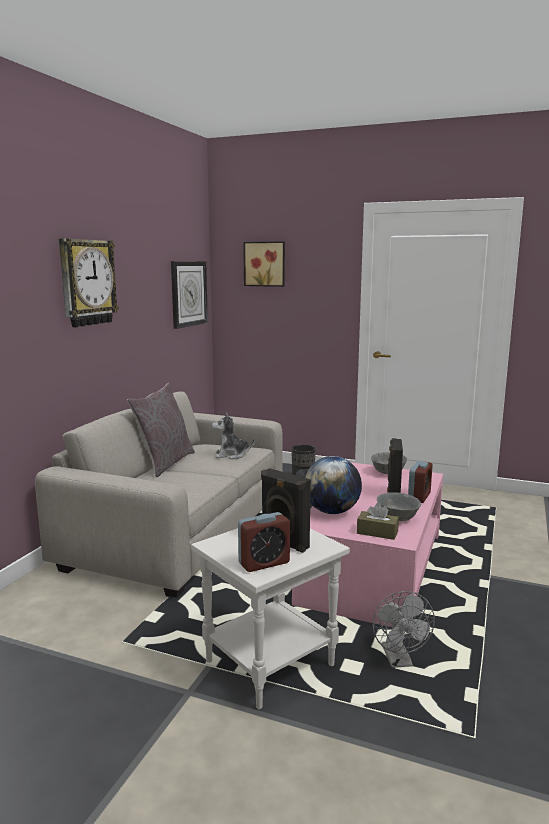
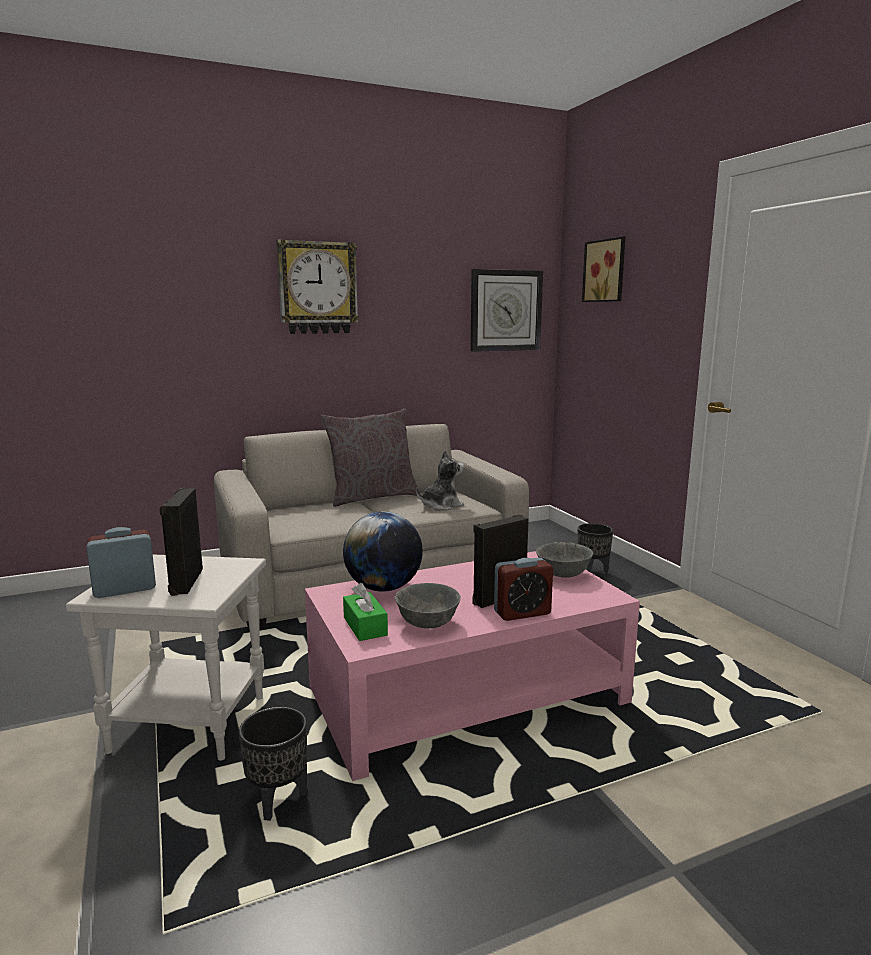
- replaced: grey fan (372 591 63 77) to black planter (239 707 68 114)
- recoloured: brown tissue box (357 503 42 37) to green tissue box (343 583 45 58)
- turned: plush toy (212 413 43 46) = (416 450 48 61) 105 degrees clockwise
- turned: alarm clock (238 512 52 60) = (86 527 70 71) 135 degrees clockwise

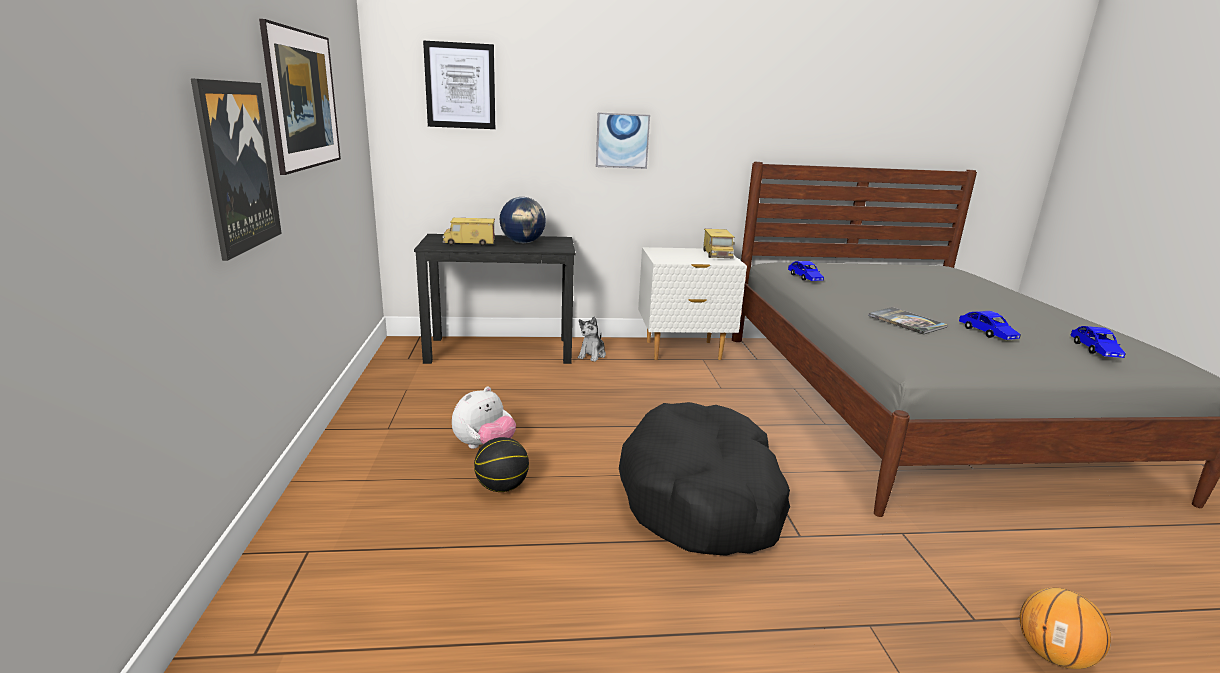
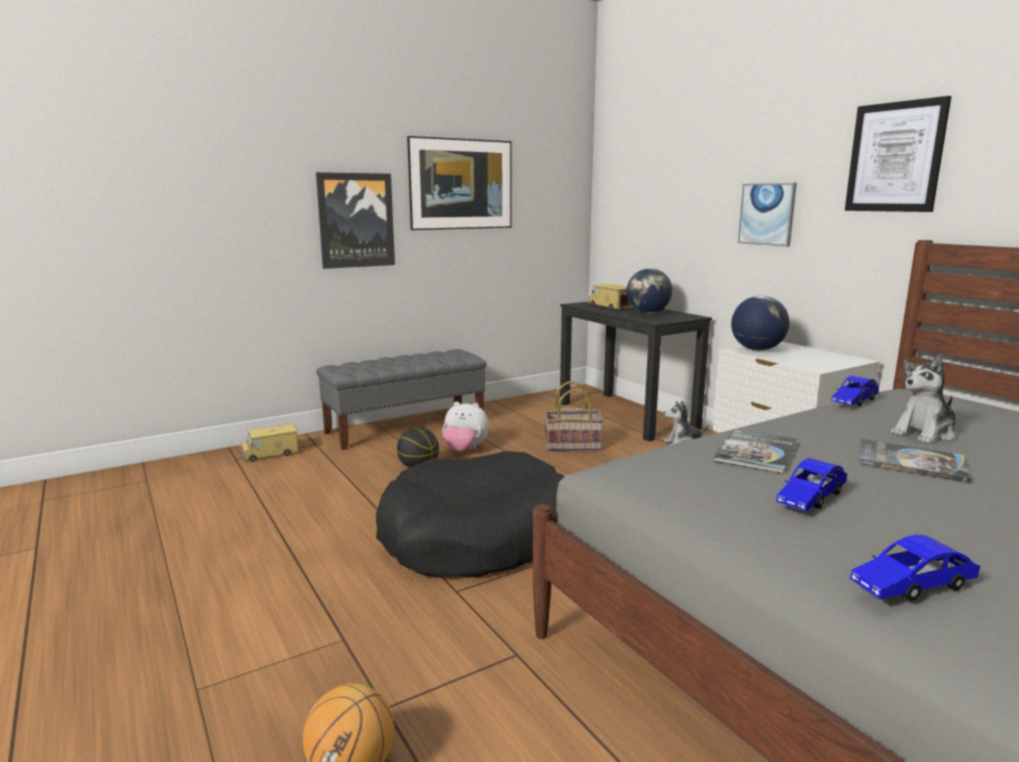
- added: grey bench (316 349 171 101)
- added: basket (544 381 60 70)
- added: globe (731 296 58 55)
- added: book (859 438 113 45)
- added: plush toy (891 355 65 89)
- moved: picture (423 40 72 89) to (845 96 106 116)
- moved: toy truck (703 229 32 30) to (240 424 59 38)

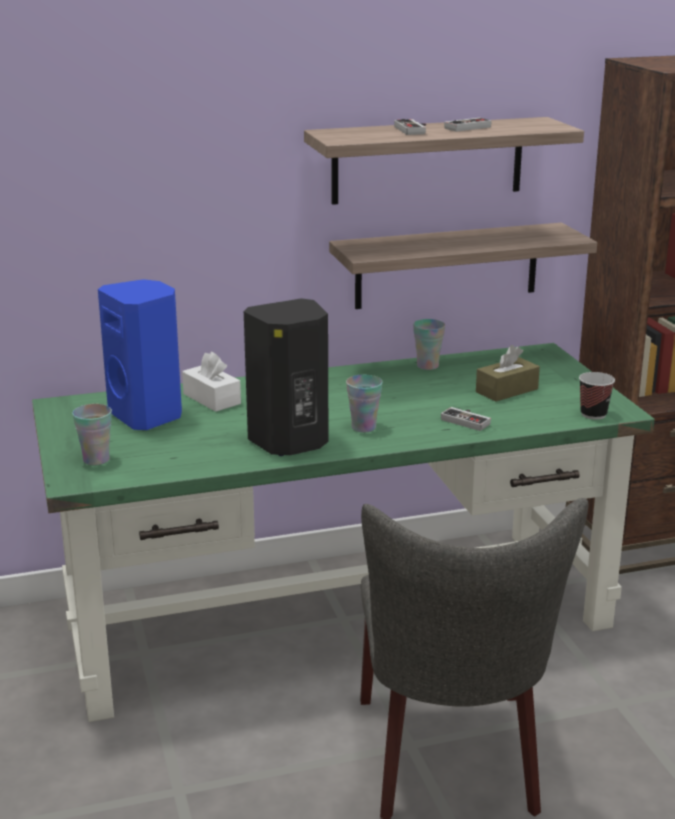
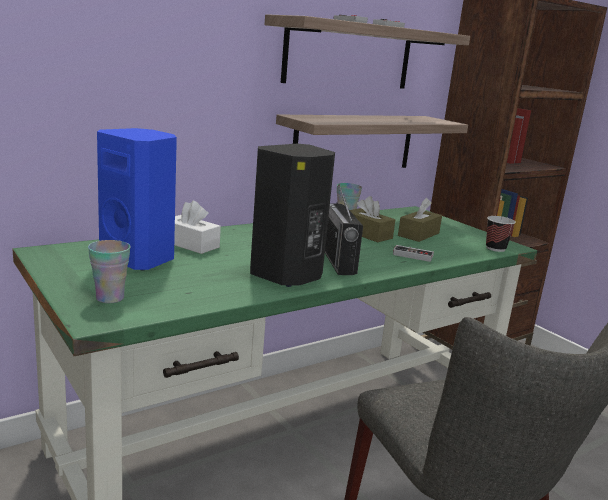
- added: brown tissue box (350 196 45 46)
- replaced: cup (346 375 37 57) to radio (325 185 38 90)

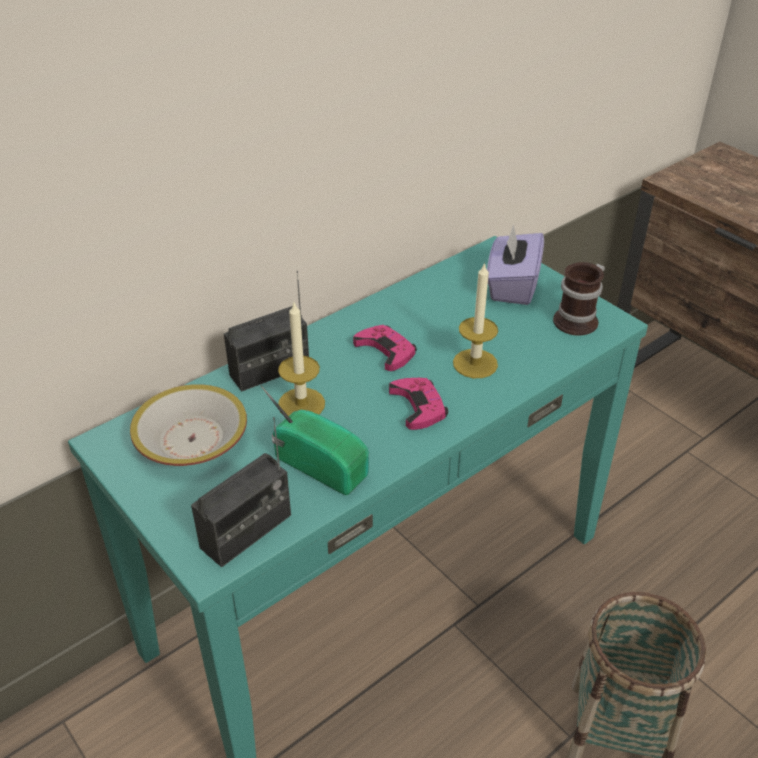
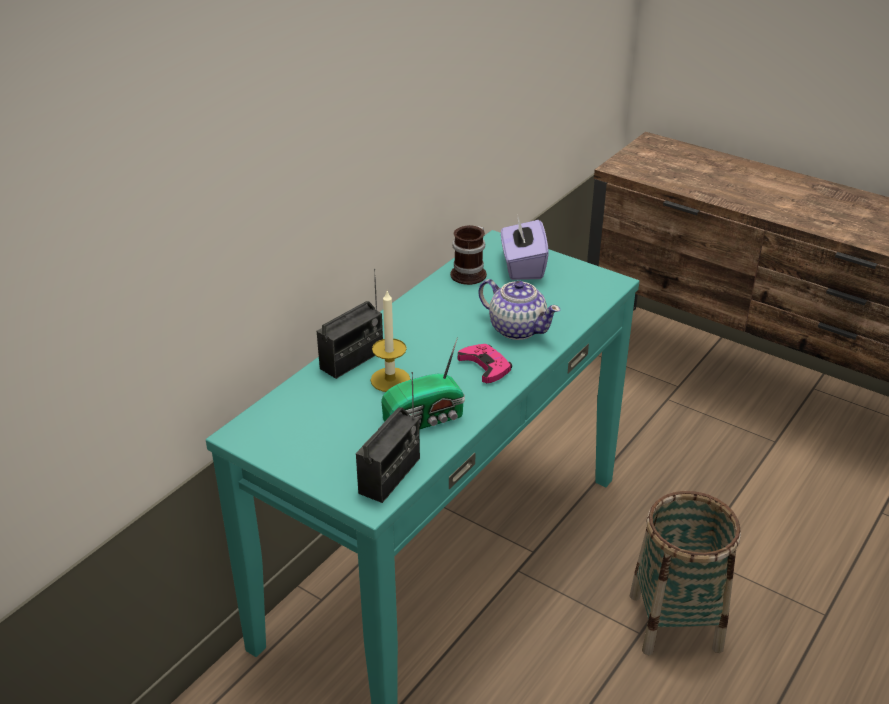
- removed: bowl (130 384 117 82)
- removed: pink game controller (353 325 64 46)
- moved: mug (553 262 52 74) to (450 225 37 60)
- replaced: candle (453 262 45 116) to teapot (479 279 81 61)
- turned: radio (261 386 108 109) = (381 337 84 92) 135 degrees clockwise

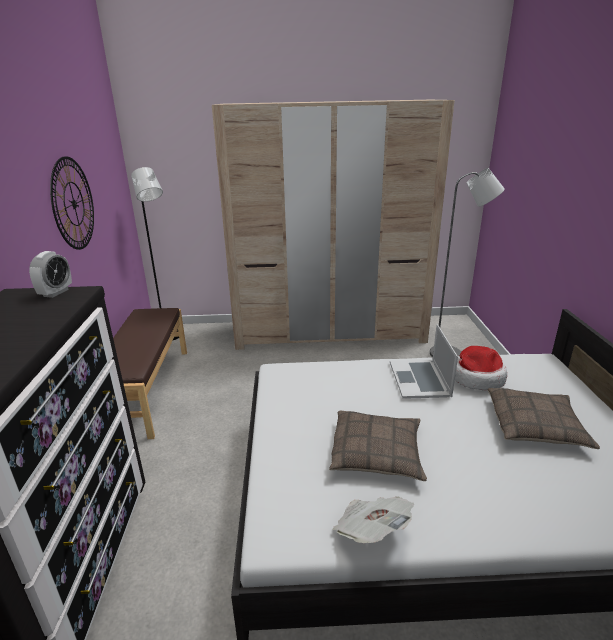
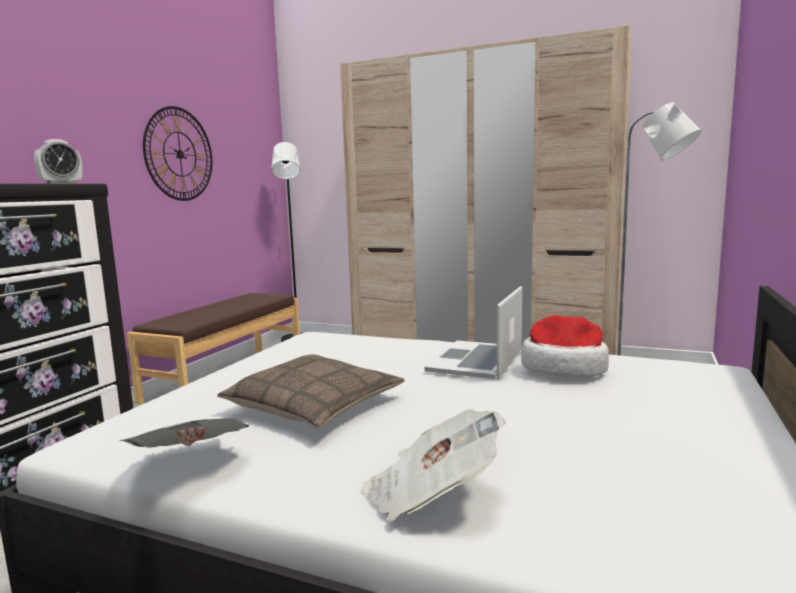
- removed: pillow (488 388 112 61)
- added: newspaper (361 409 145 113)

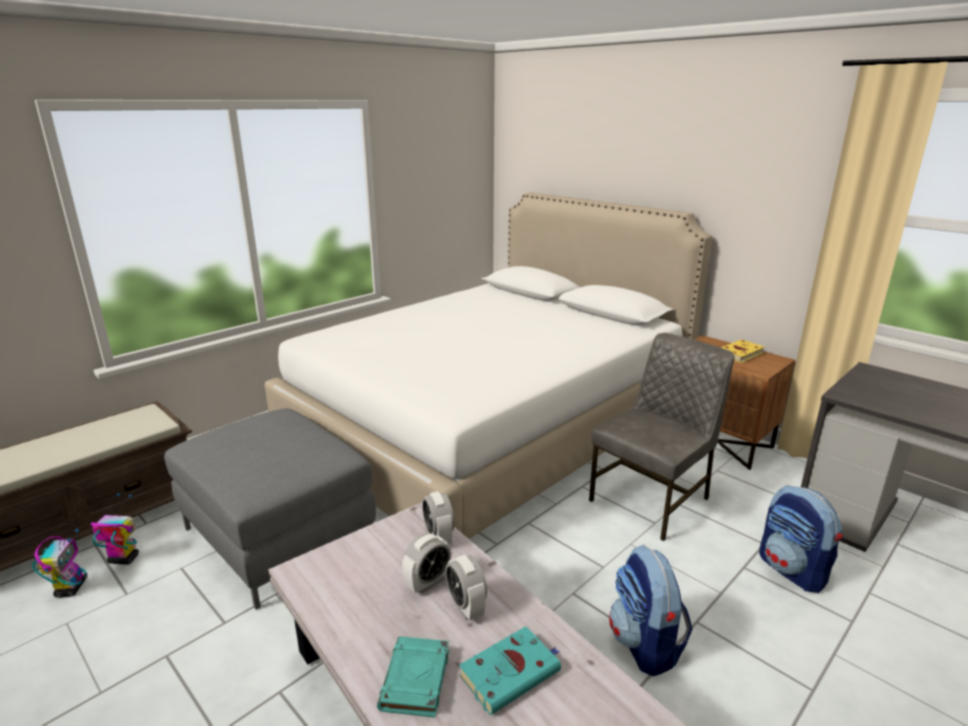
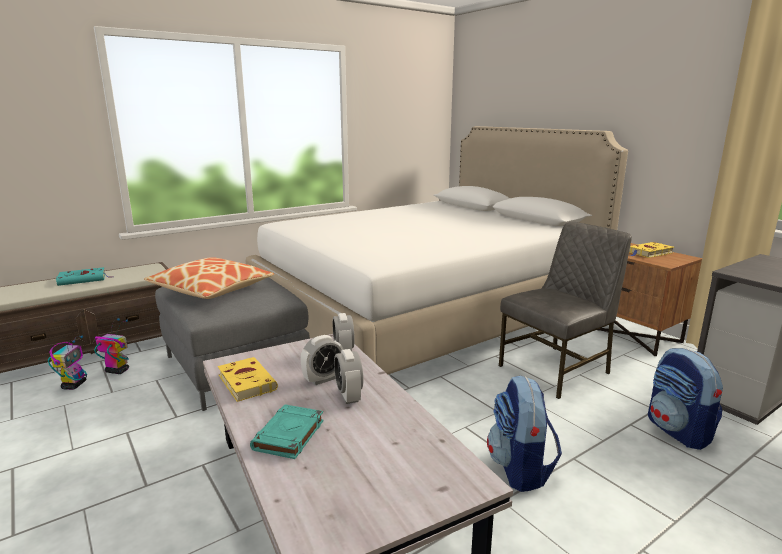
- added: pillow (144 257 130 42)
- added: yellow book (218 357 60 45)
- moved: turquoise book (459 626 102 89) to (56 267 58 19)

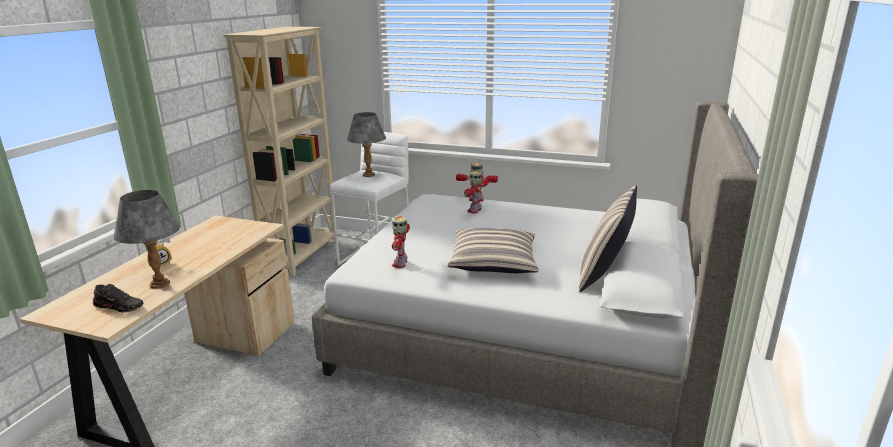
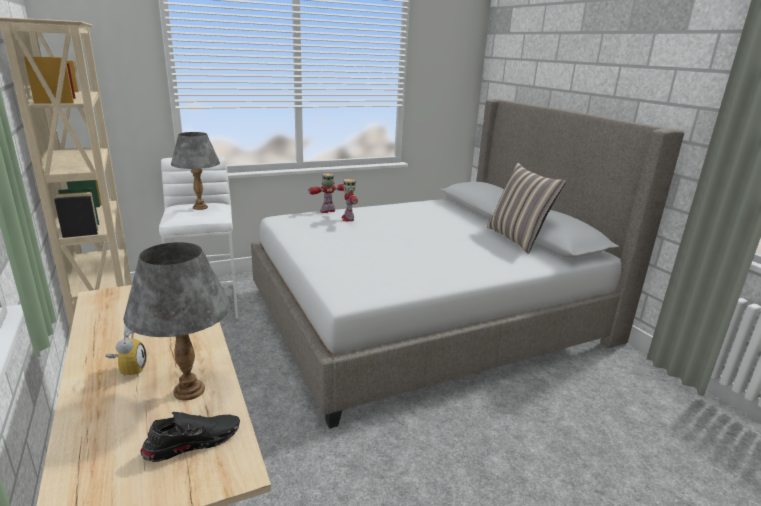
- removed: toy robot (392 217 18 51)
- removed: pillow (448 228 91 45)

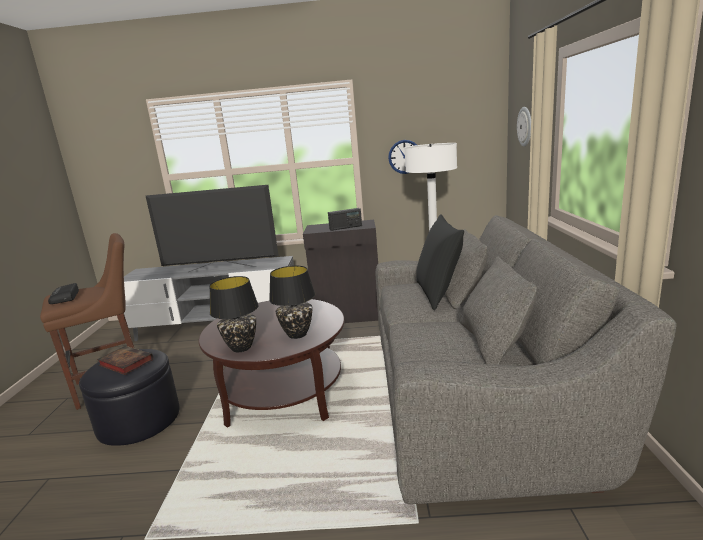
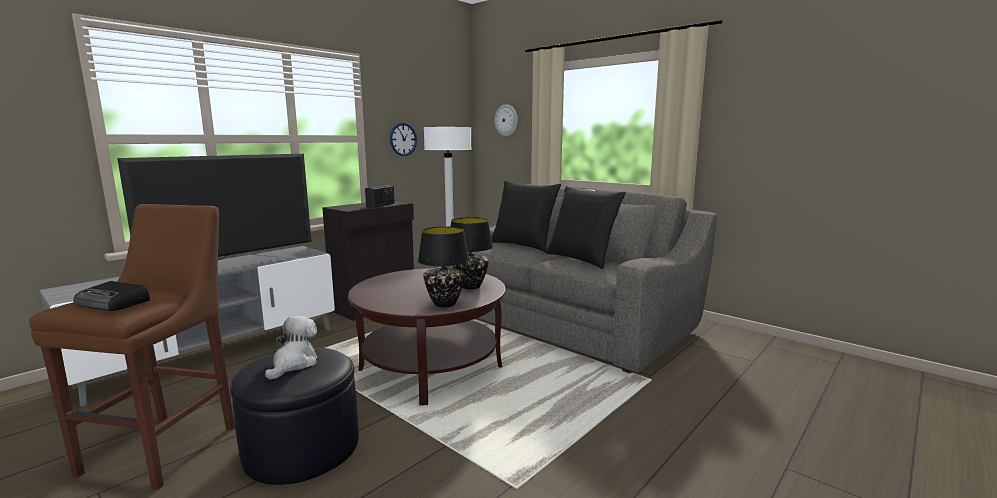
- added: black pillow (546 186 80 83)
- replaced: book (97 346 56 29) to plush toy (265 316 52 64)

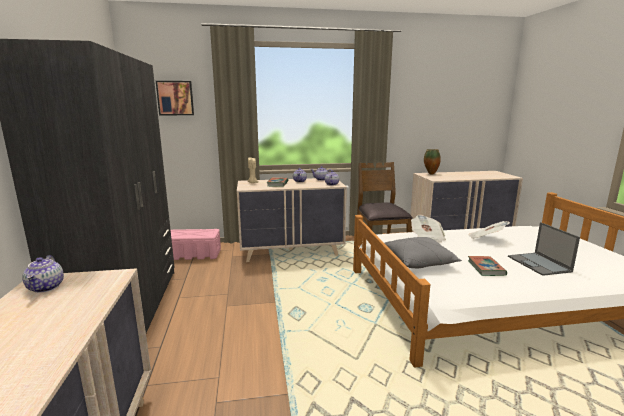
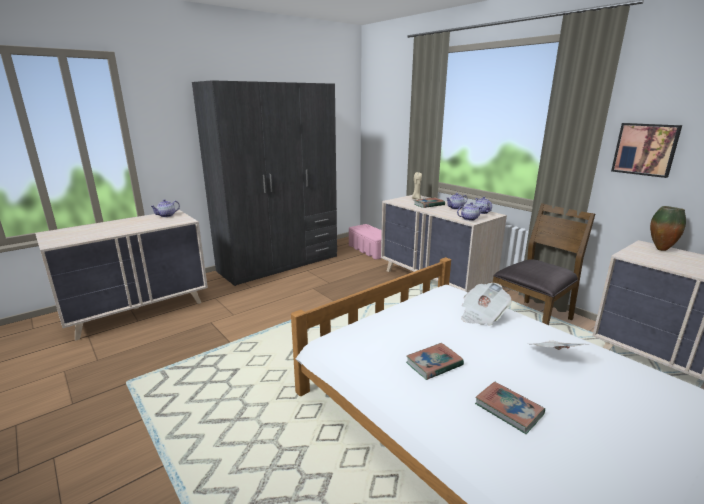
- removed: grey pillow (385 237 77 31)
- moved: picture (156 81 38 34) to (611 123 71 55)
- replaced: laptop (508 222 72 54) to book (475 382 70 52)

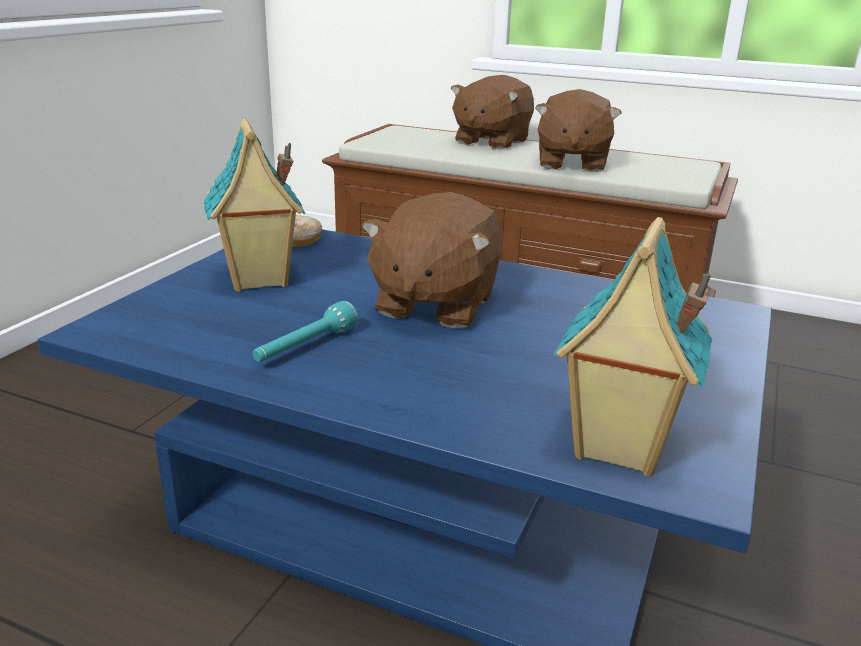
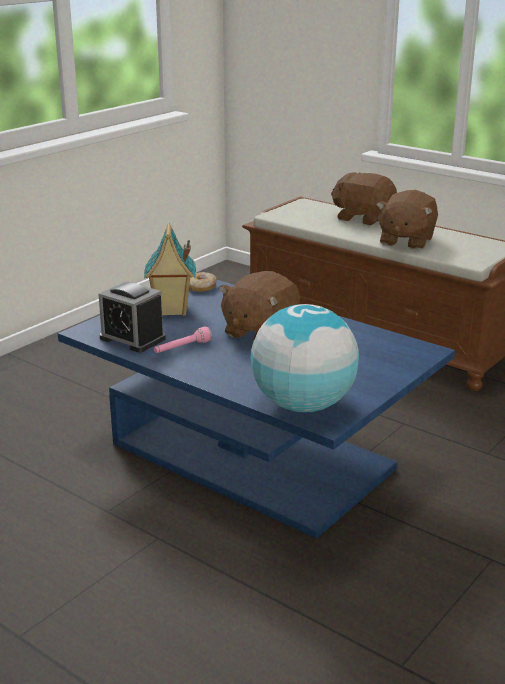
- added: alarm clock (99 281 67 71)
- replaced: toy house (554 217 158 259) to globe (251 304 108 109)
- recoloured: turquoise flashlight (253 301 105 61) to pink flashlight (154 326 58 27)
- turned: brown plush toy (450 75 84 75) = (331 172 66 53) 75 degrees clockwise

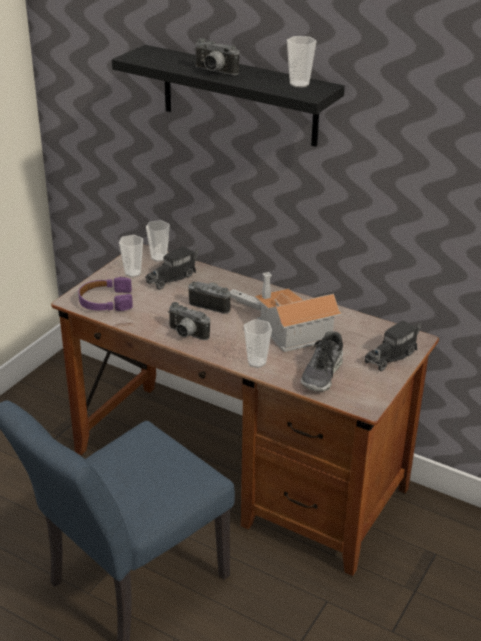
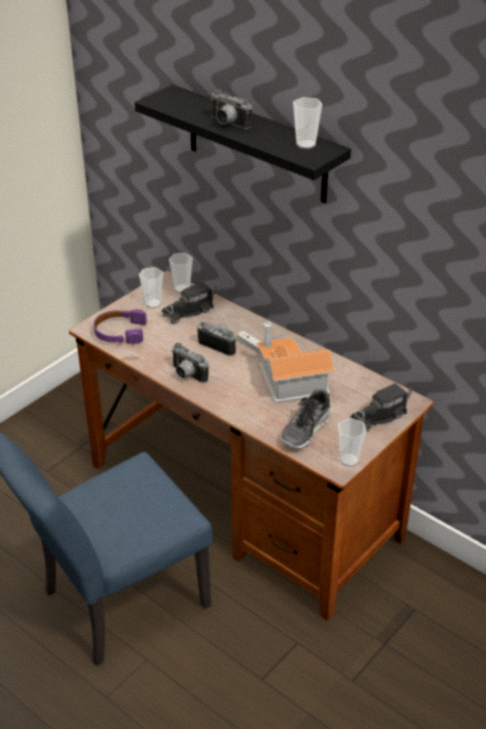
- moved: cup (244 319 28 49) to (338 418 28 49)

